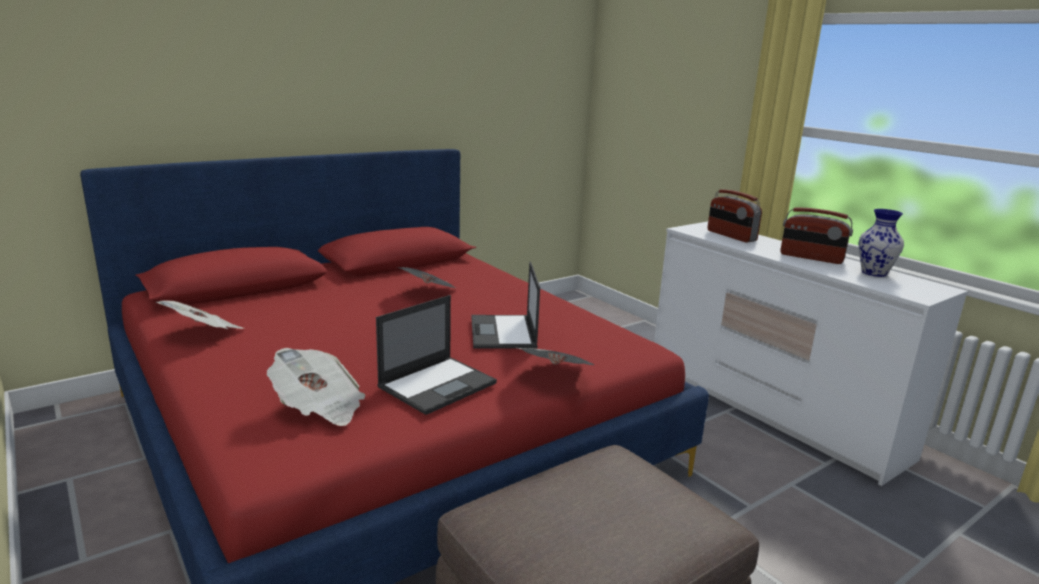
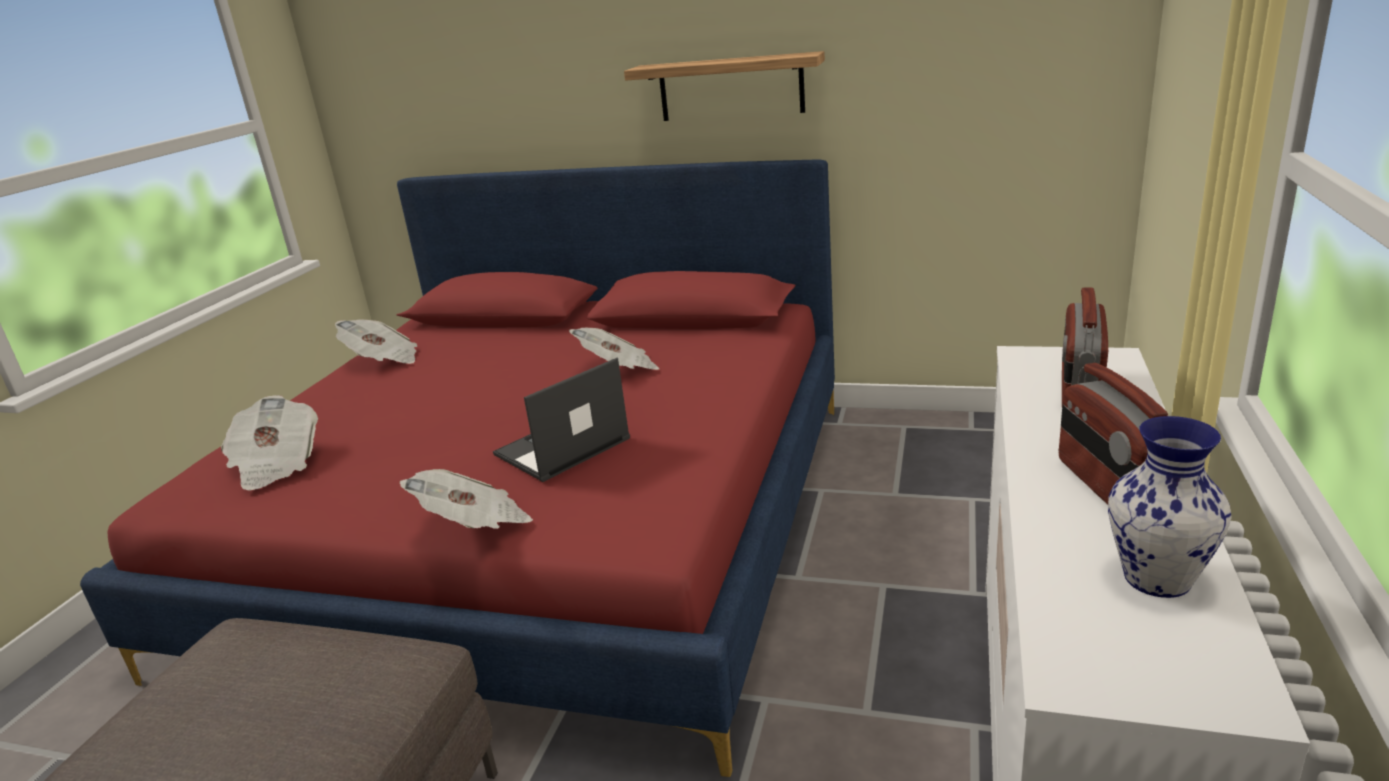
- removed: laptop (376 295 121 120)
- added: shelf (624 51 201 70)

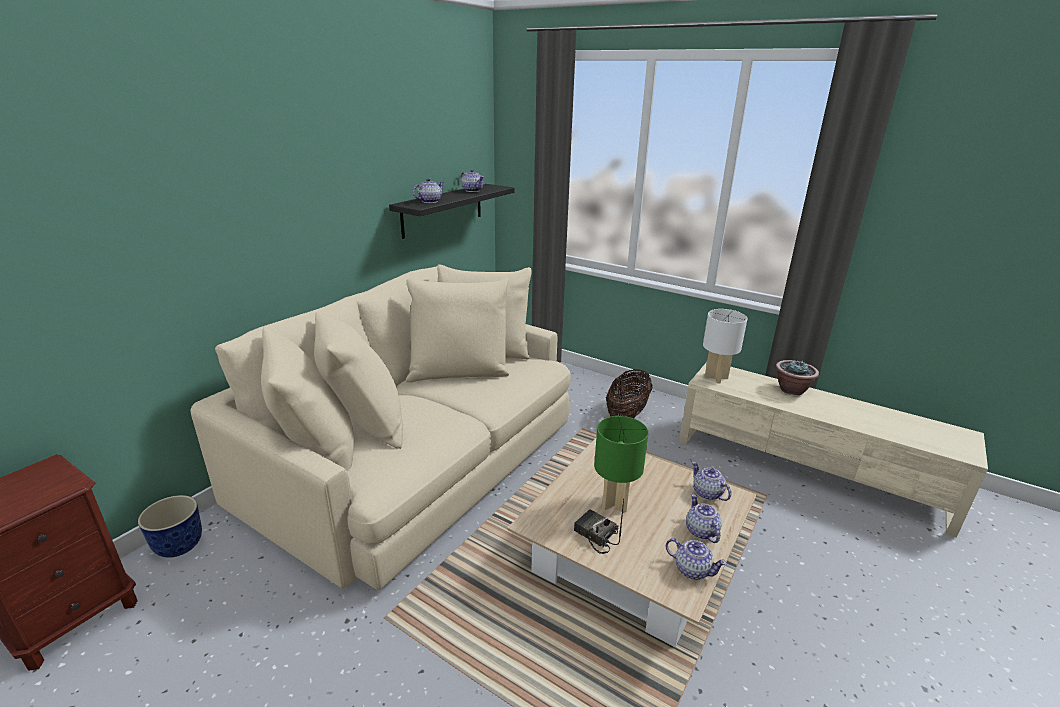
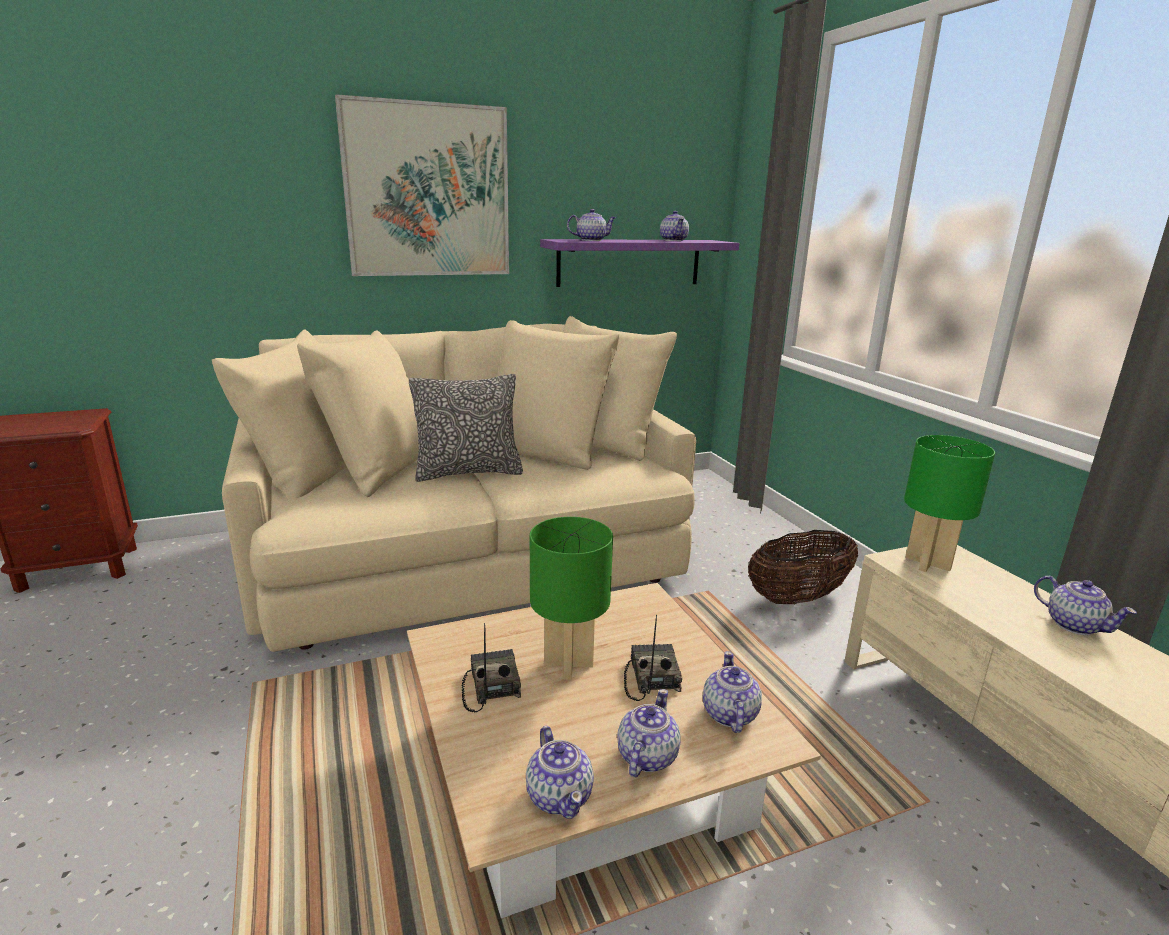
- removed: planter (138 495 64 63)
- added: picture (335 94 174 182)
- added: pillow (409 374 114 108)
- added: radio (624 615 58 86)
- replaced: potted plant (776 359 43 36) to teapot (1034 576 103 59)
- recoloured: black shelf (389 184 125 55) to purple shelf (540 239 200 48)
- recoloured: white table lamp (703 309 44 74) to green table lamp (904 435 91 137)

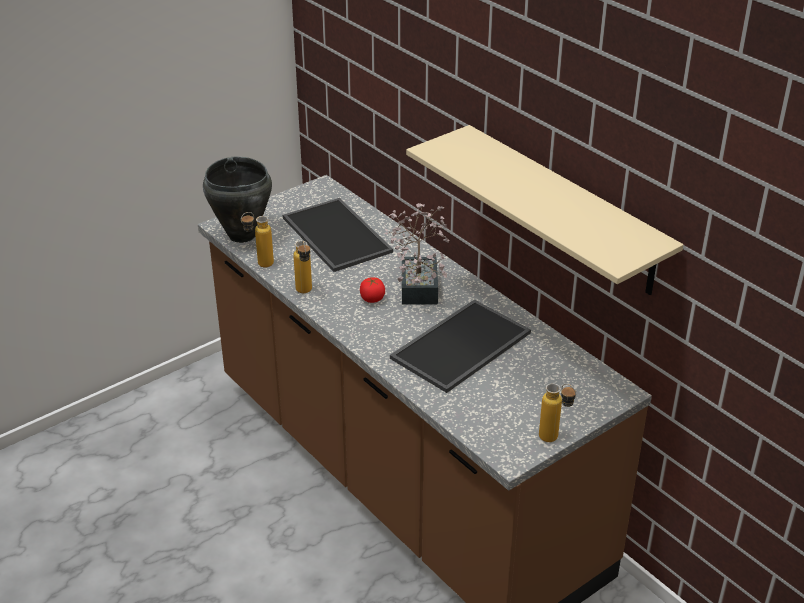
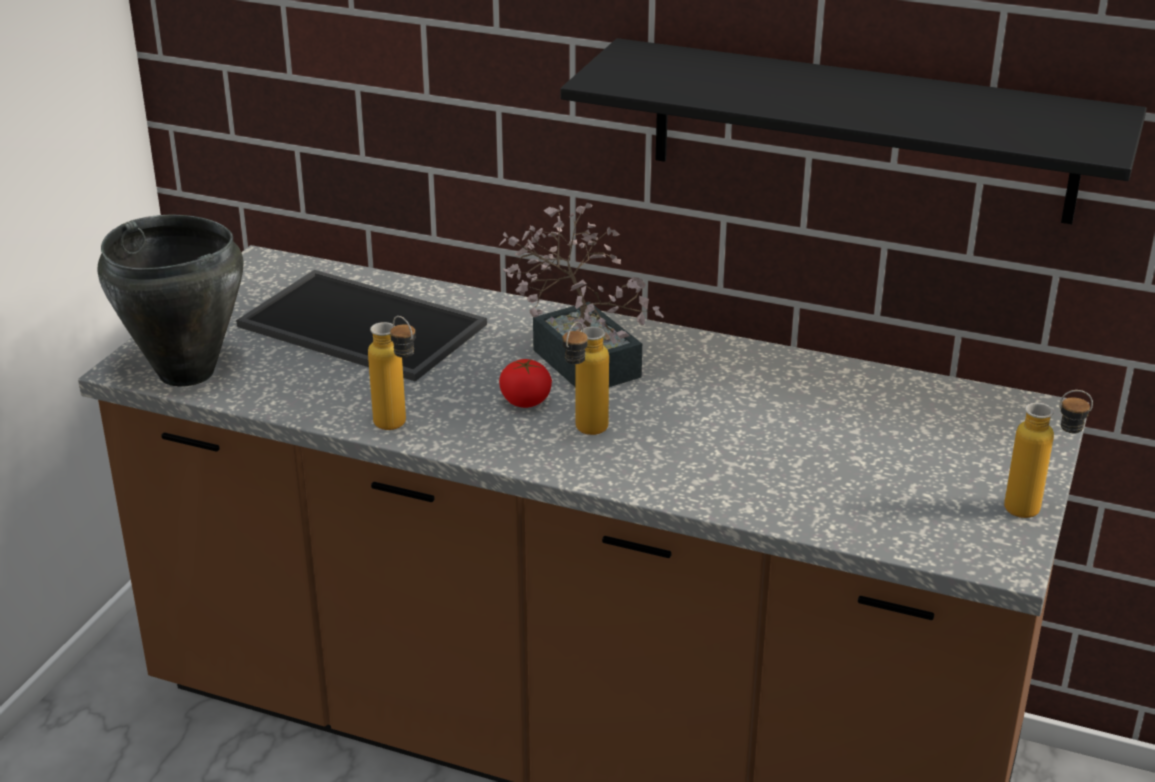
- removed: tray (390 300 141 93)
- moved: bottle (241 212 33 55) to (563 322 46 113)
- recoloured: beige shelf (406 125 277 170) to black shelf (561 38 586 186)

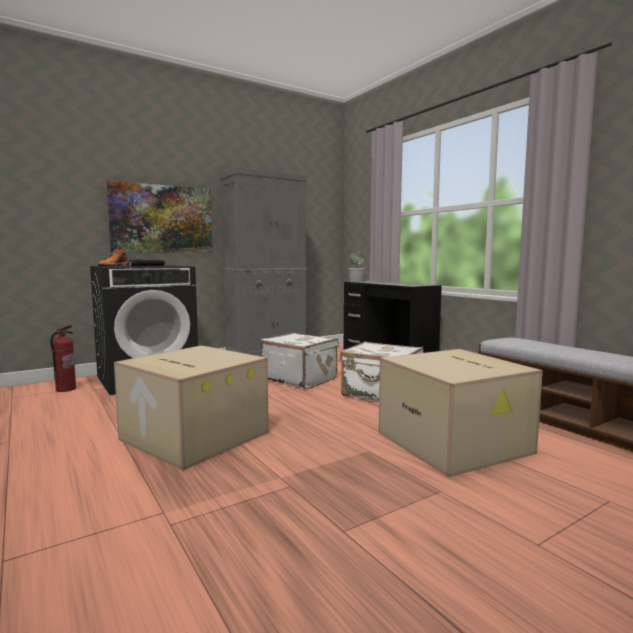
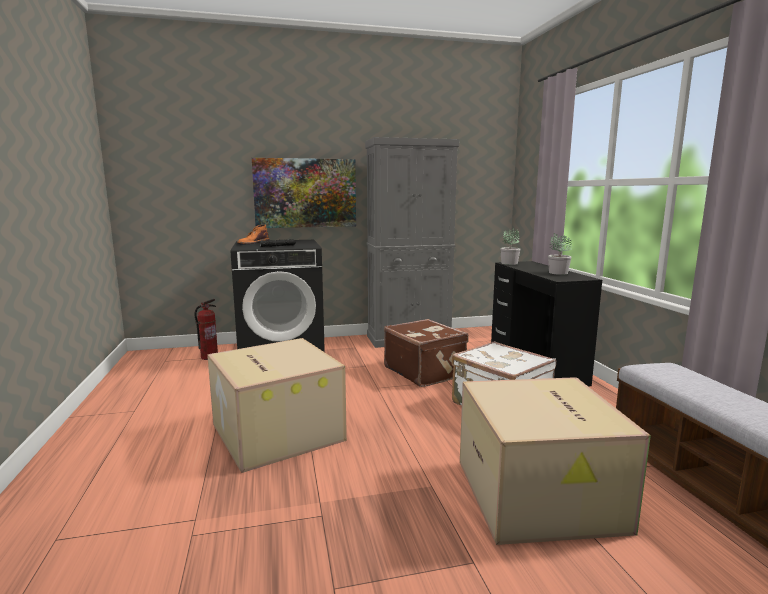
- added: potted plant (548 233 24 42)
- recoloured: white suitcase (260 333 79 56) to brown suitcase (384 319 85 68)

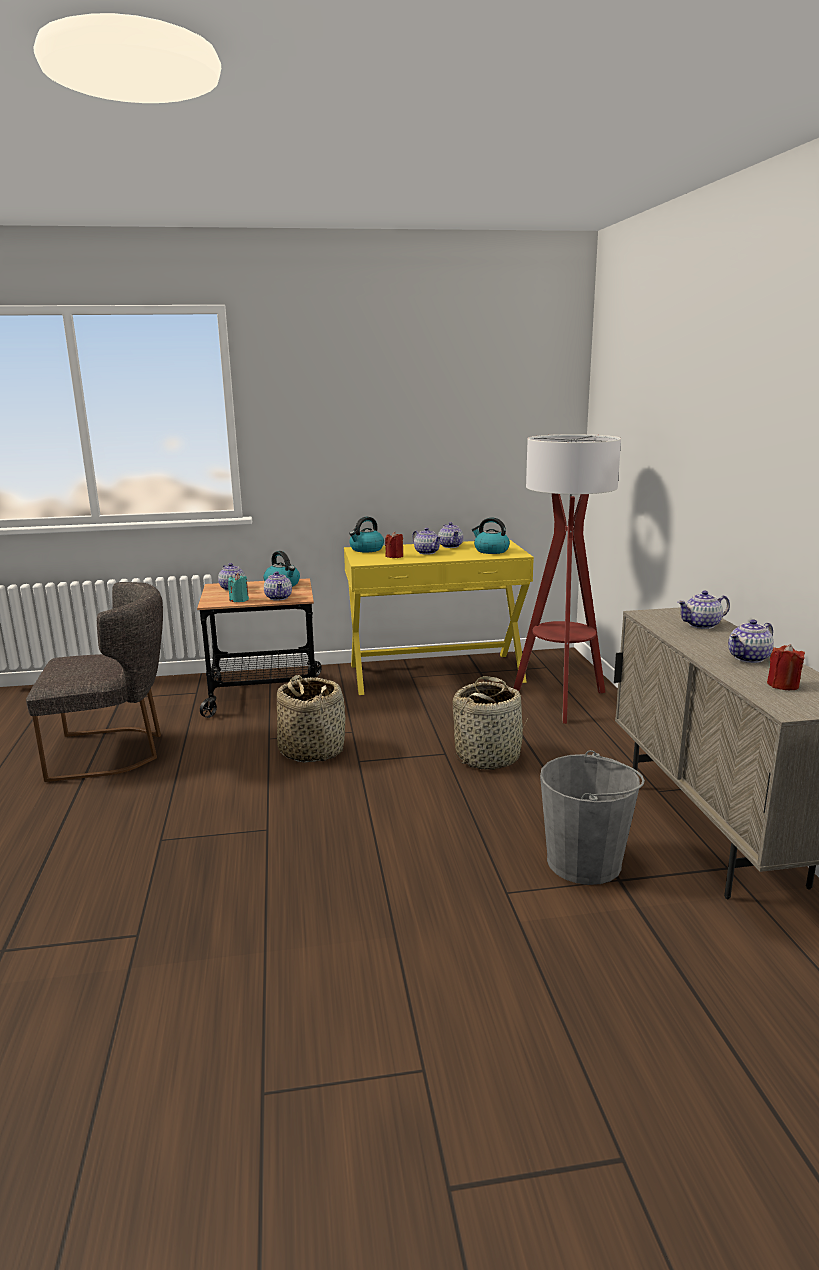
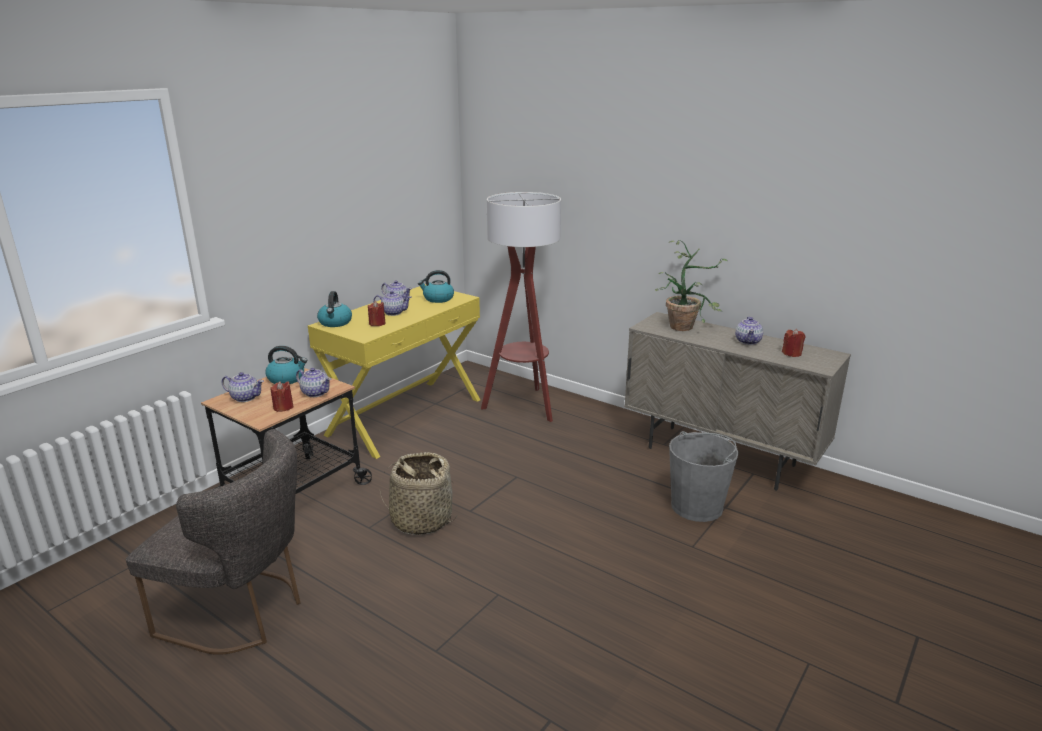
- removed: basket (453 676 75 94)
- replaced: teapot (677 591 53 38) to potted plant (655 240 73 91)
- recoloured: turquoise candle (228 574 21 28) to red candle (270 381 23 31)
- turned: grey chair (26 582 137 200) = (126 429 175 226) 75 degrees clockwise

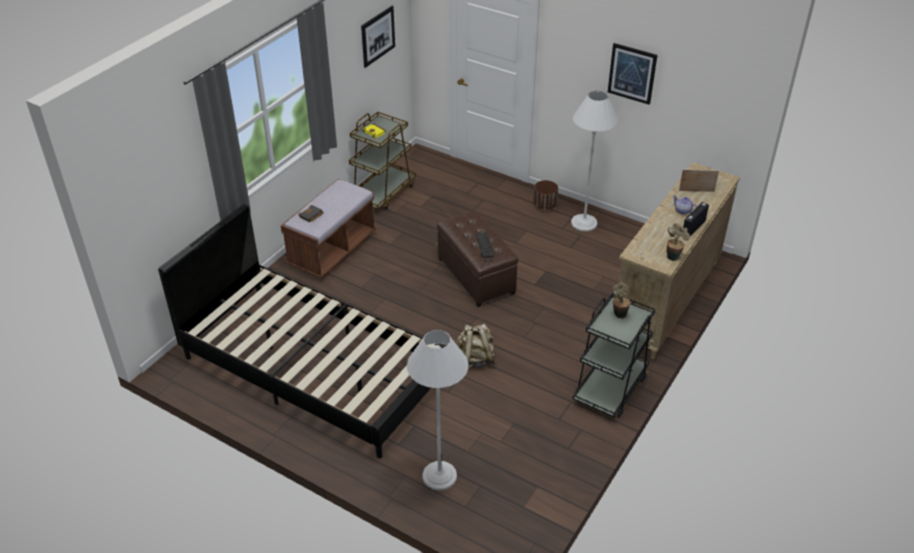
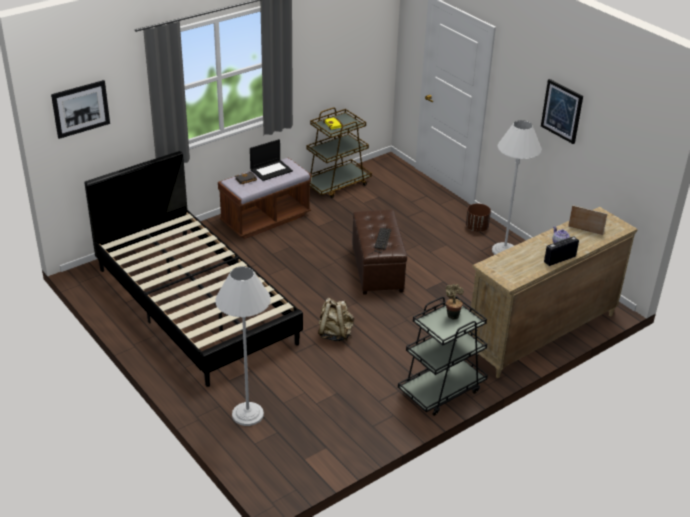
- removed: potted plant (667 223 23 38)
- added: laptop (250 139 43 42)
- moved: picture (361 6 34 62) to (51 80 59 59)

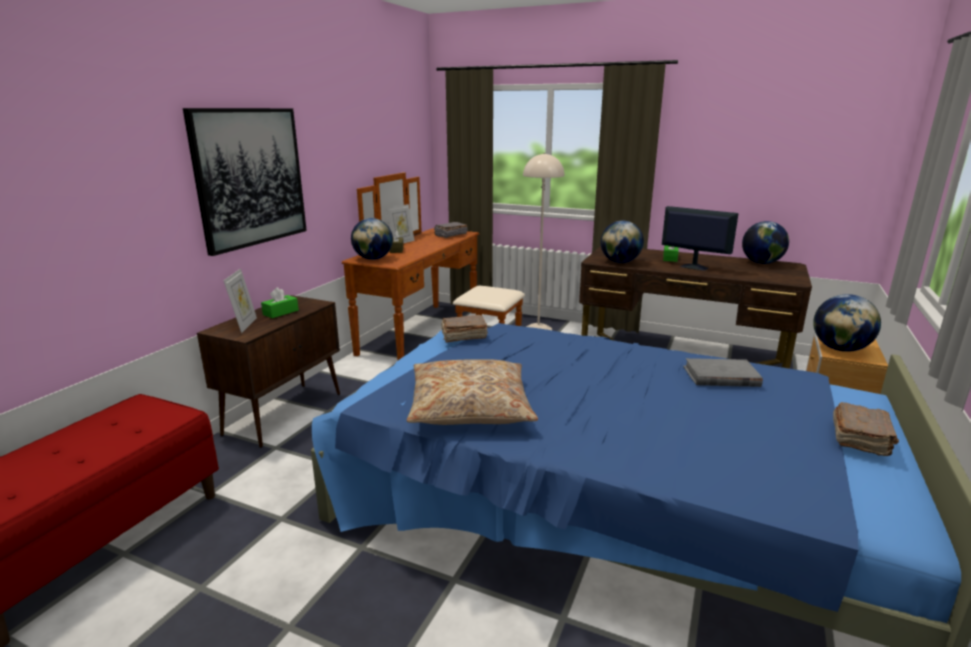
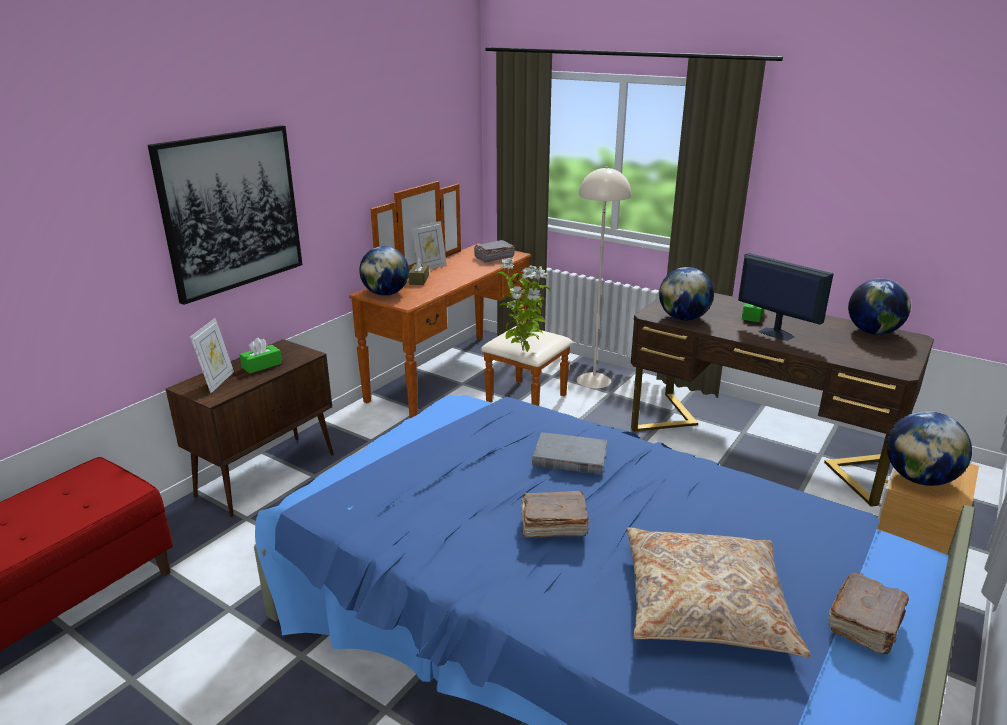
- added: potted plant (497 258 54 94)
- moved: beige pillow (407 359 131 66) to (627 527 184 130)
- moved: brown book (441 315 47 27) to (521 491 68 47)
- moved: grey book (683 358 80 29) to (532 432 76 43)

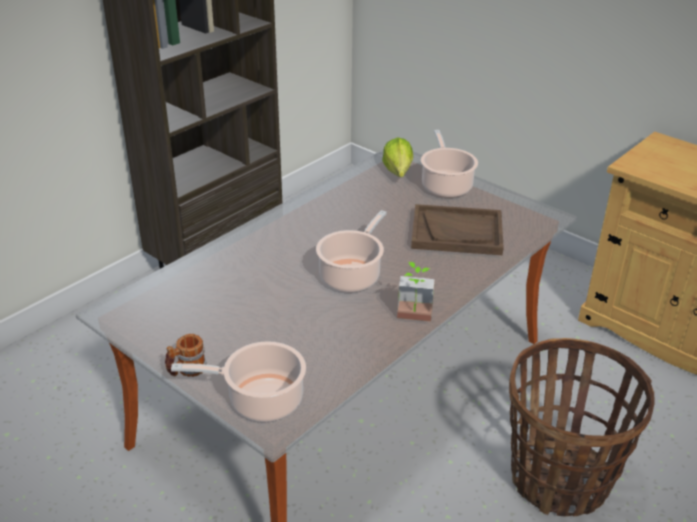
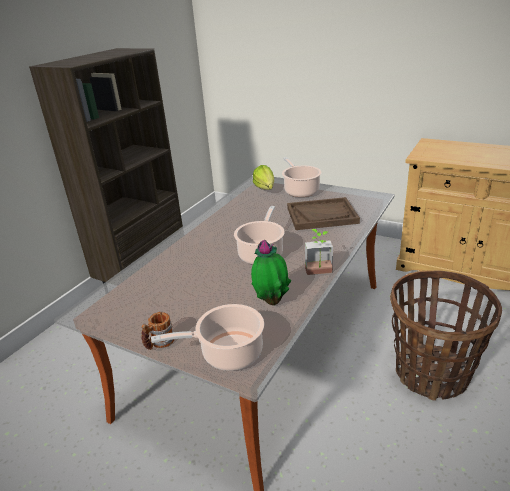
- added: potted plant (251 240 40 65)

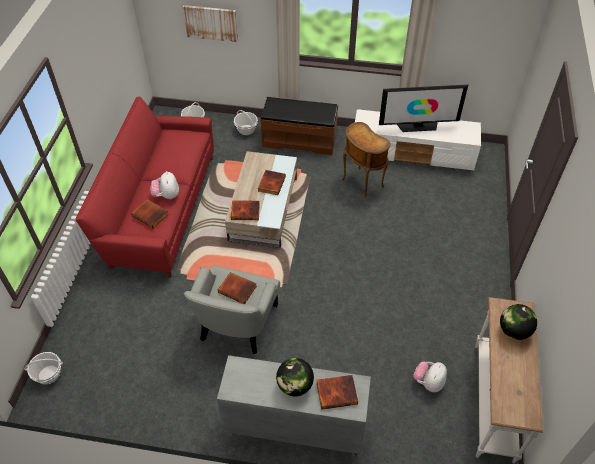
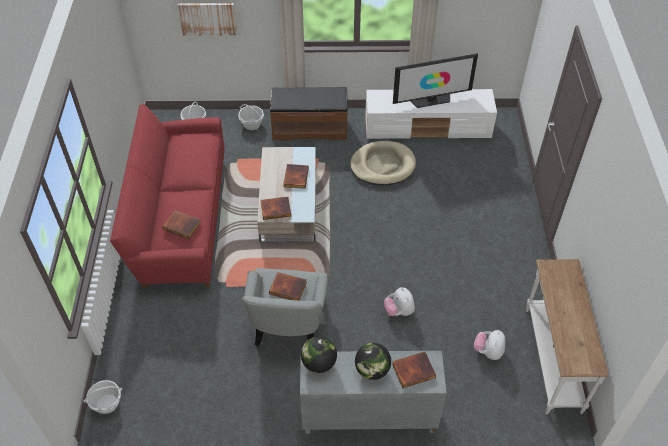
- moved: plush toy (150 171 29 28) to (384 287 31 29)
- moved: globe (500 304 37 36) to (301 336 36 37)
- replaced: brown side table (342 122 49 76) to beige dog bed (350 141 66 44)

